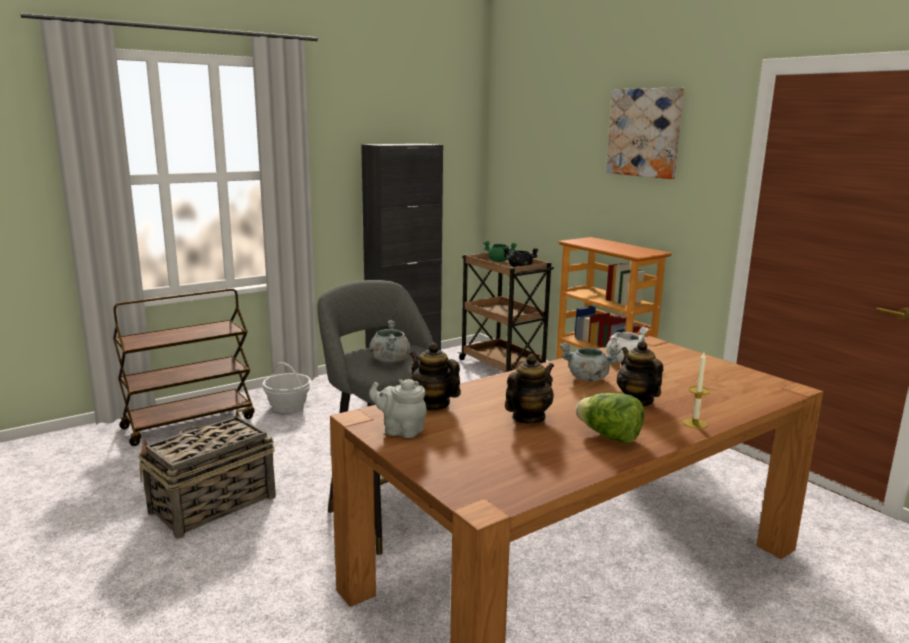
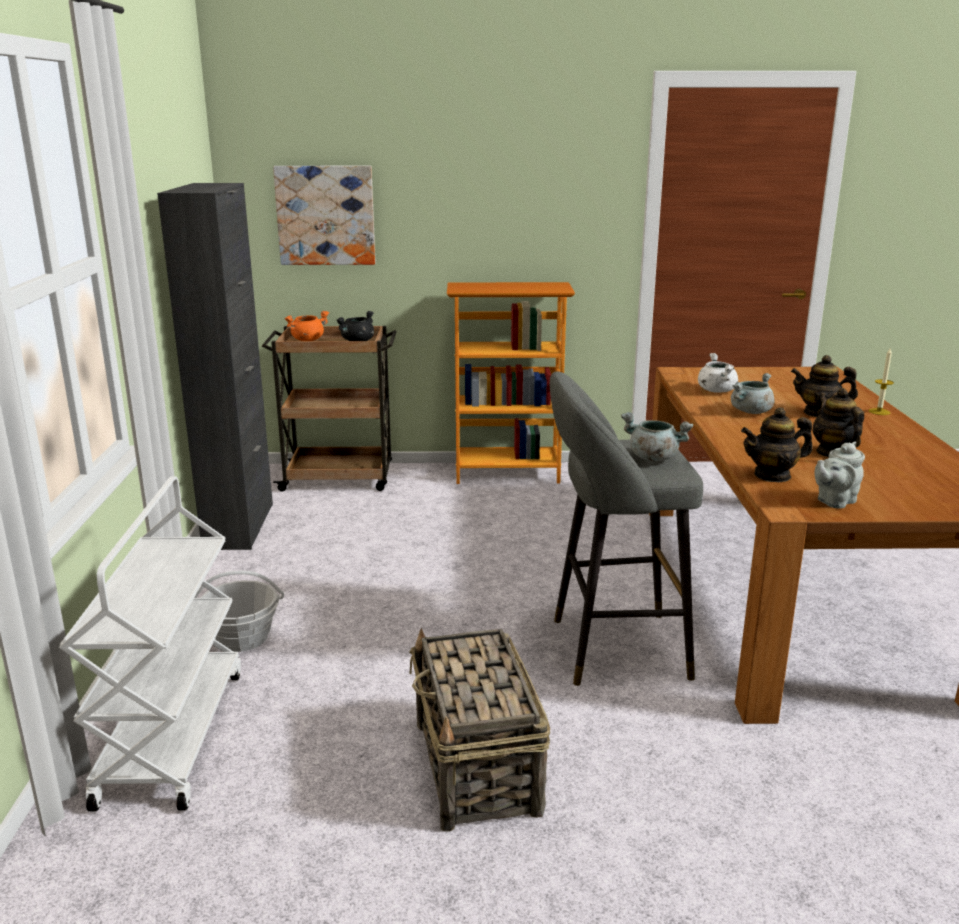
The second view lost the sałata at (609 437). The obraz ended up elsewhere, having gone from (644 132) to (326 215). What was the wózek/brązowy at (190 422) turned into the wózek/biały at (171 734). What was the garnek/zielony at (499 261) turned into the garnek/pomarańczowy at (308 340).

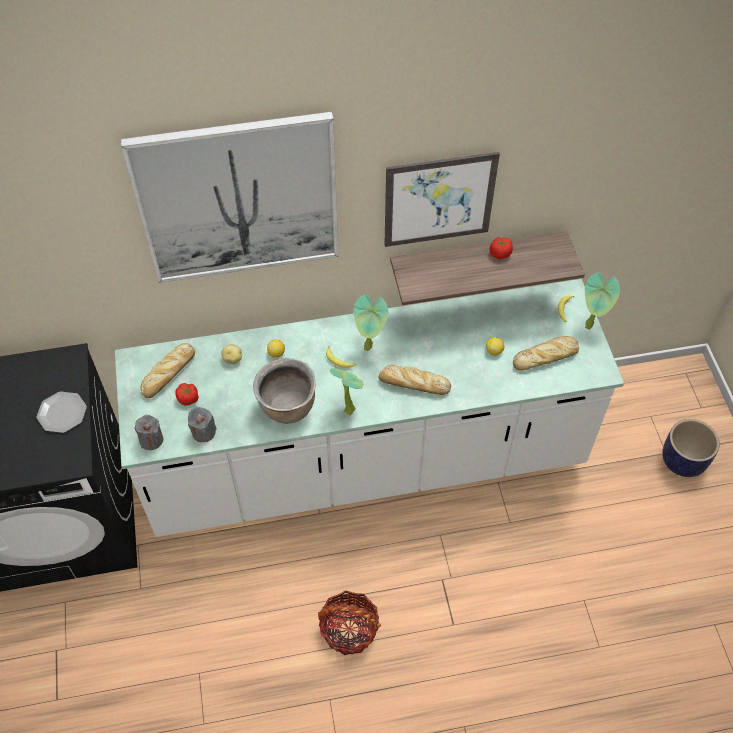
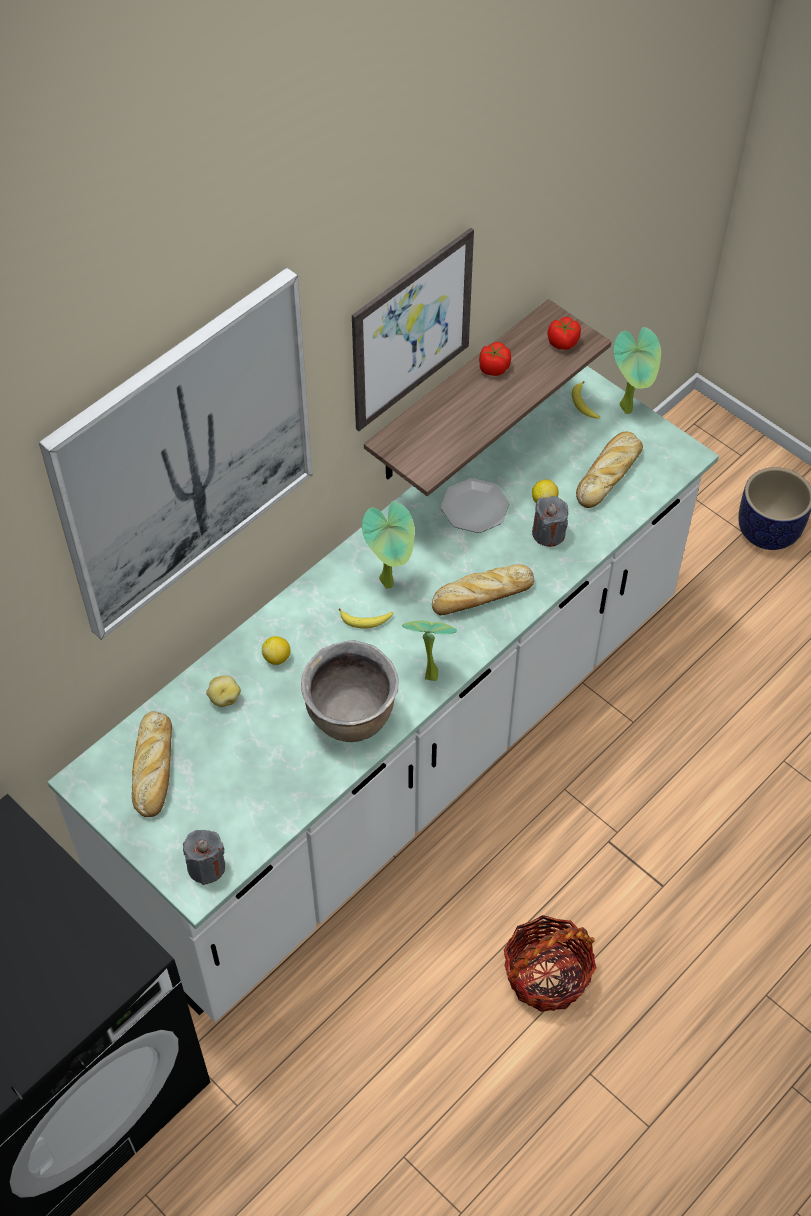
The talerz ended up elsewhere, having gone from (62 413) to (475 507). The pomidor ended up elsewhere, having gone from (188 399) to (563 342). The świeca/szary ended up elsewhere, having gone from (203 432) to (548 533).

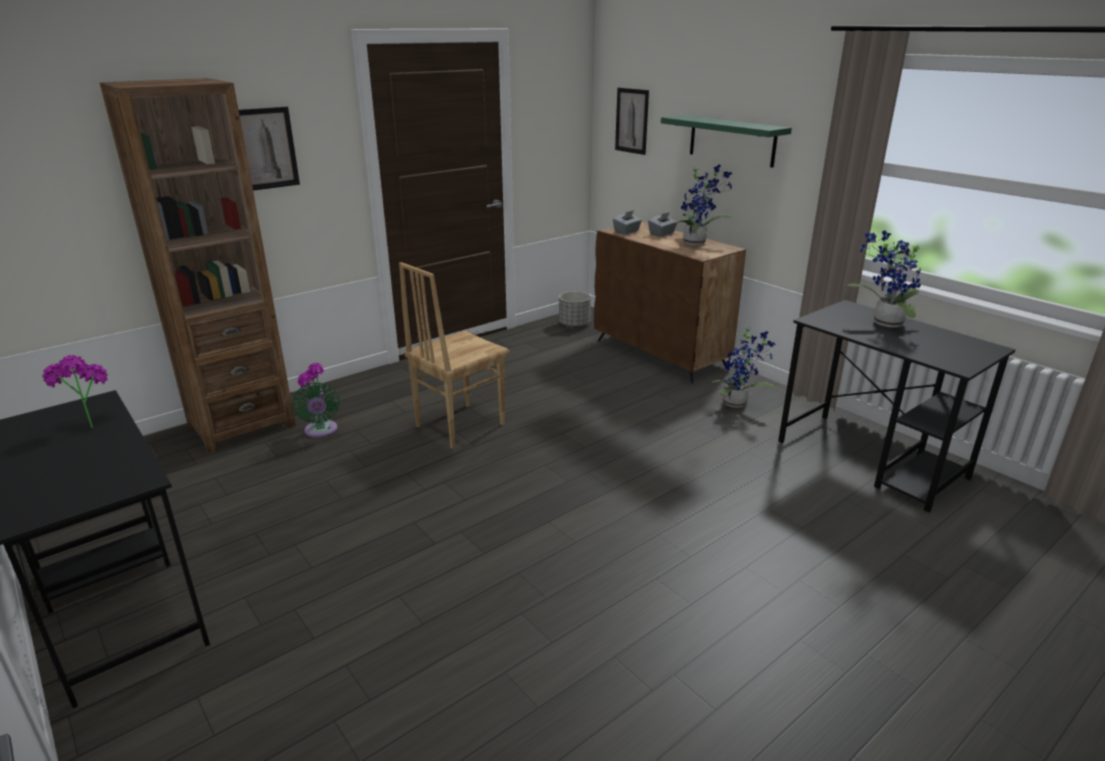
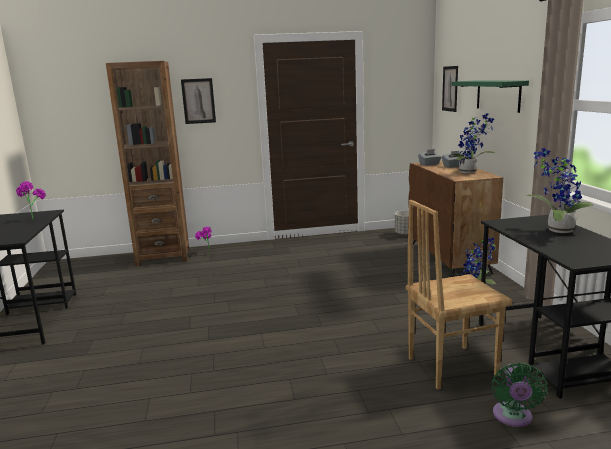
The wentylator/zielony ended up elsewhere, having gone from (321 431) to (513 417). The krzesło/brązowy ended up elsewhere, having gone from (459 425) to (450 366).

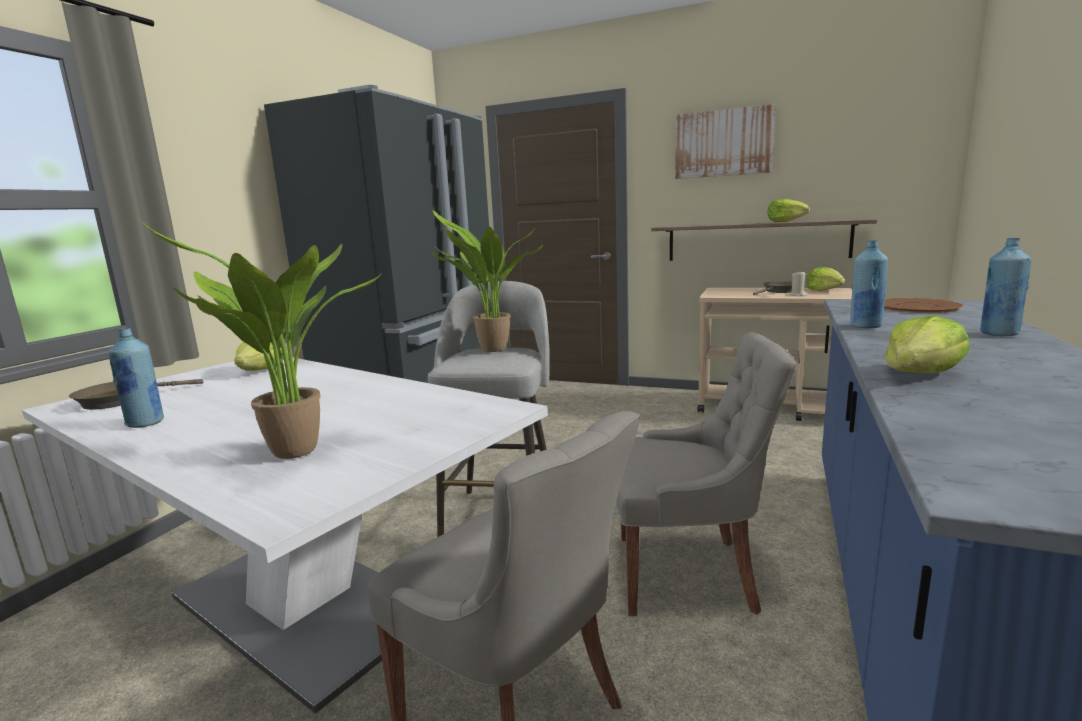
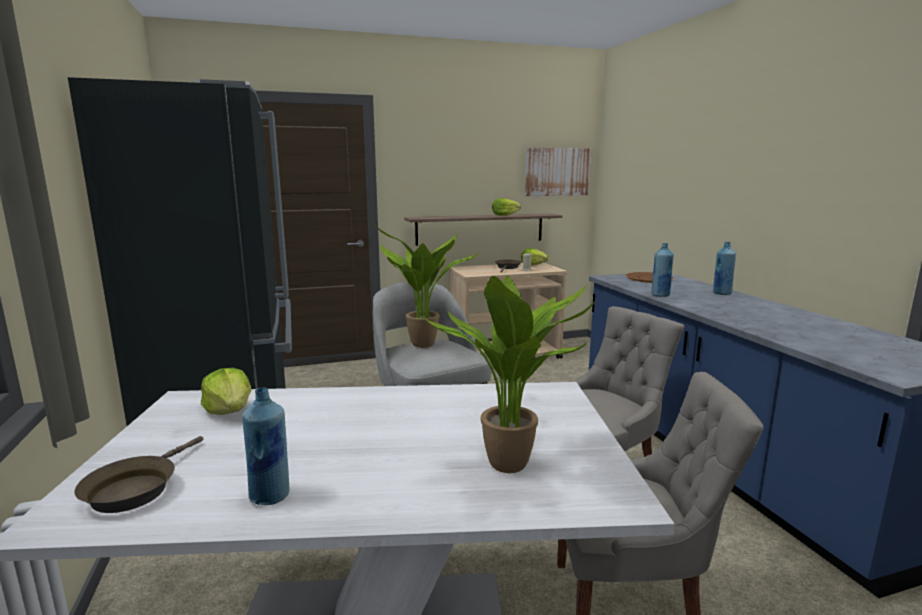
The second view lost the sałata at (920 374). The obraz ended up elsewhere, having gone from (723 143) to (557 172).

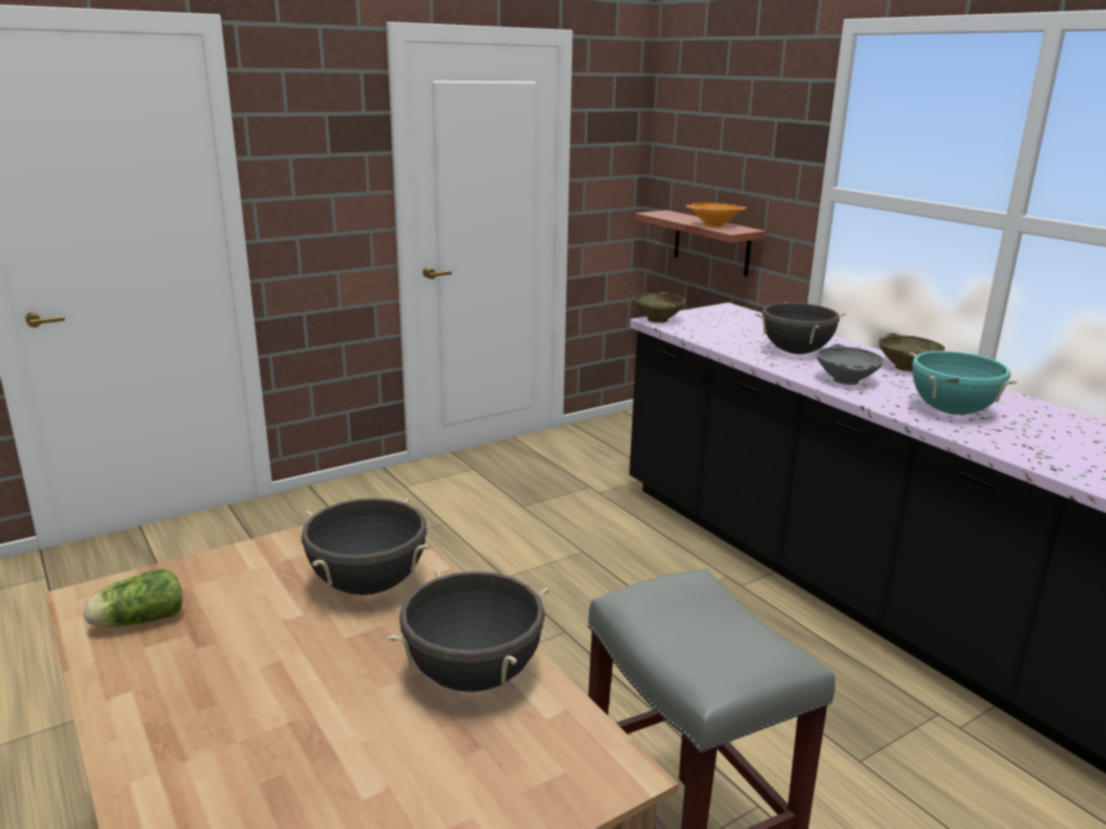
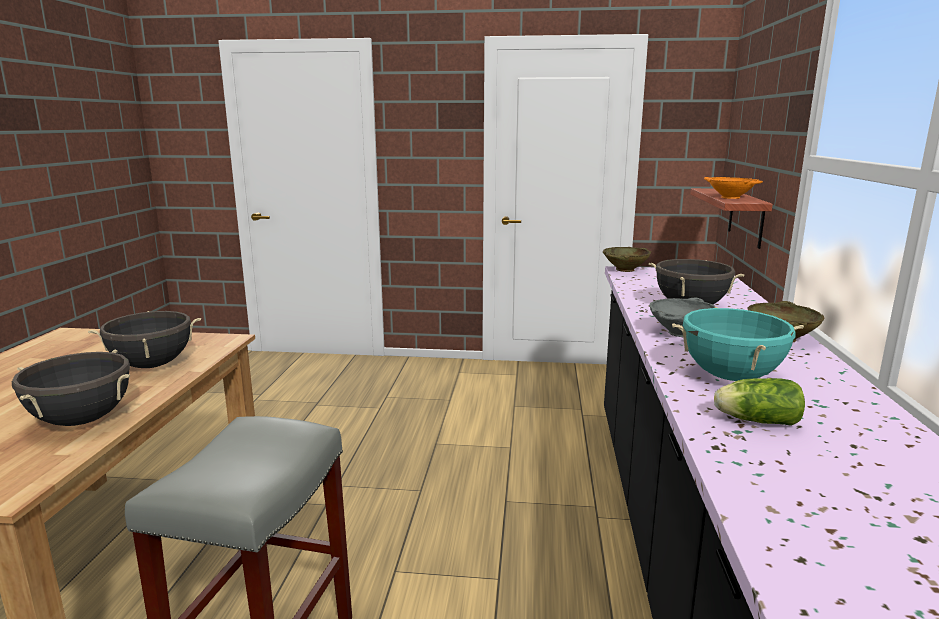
The sałata ended up elsewhere, having gone from (137 621) to (754 420).

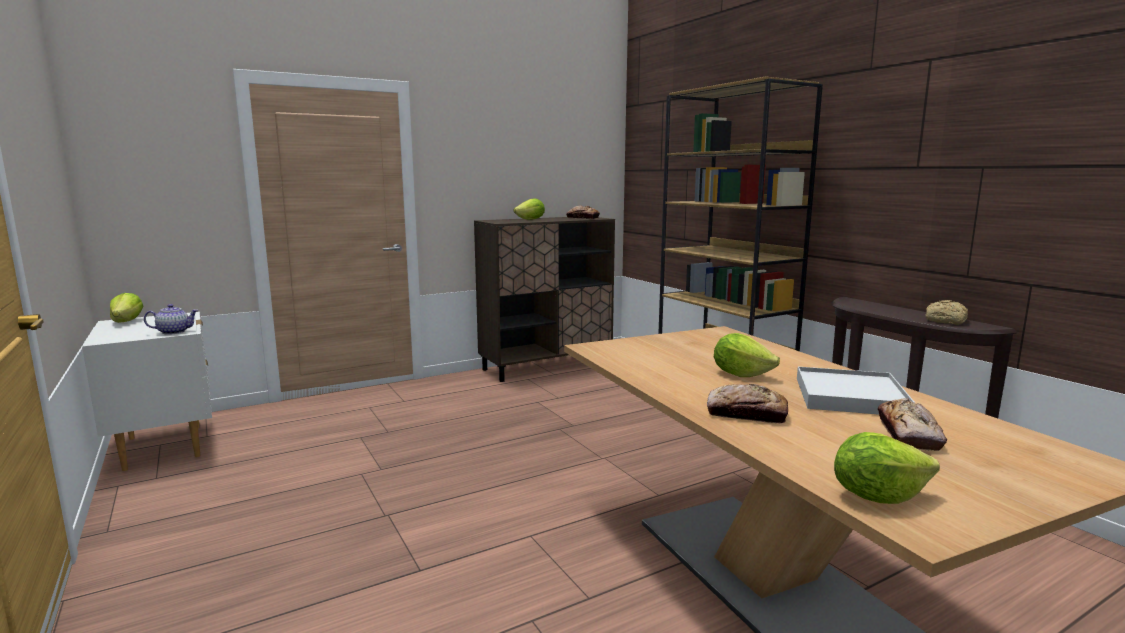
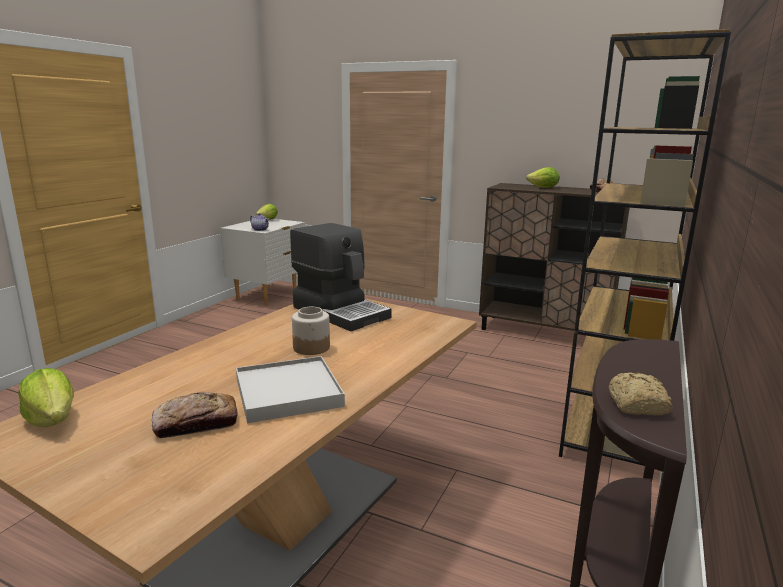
The second view lost the chleb at (746 414). The second view gained the ekspres do kawy at (341 312). Where the sałata stood at (741 374), the słoik came to stand at (312 347).

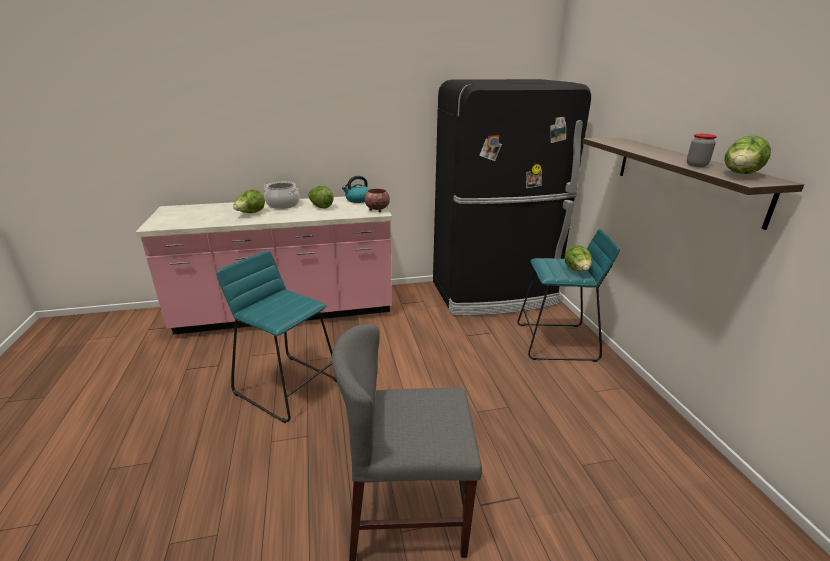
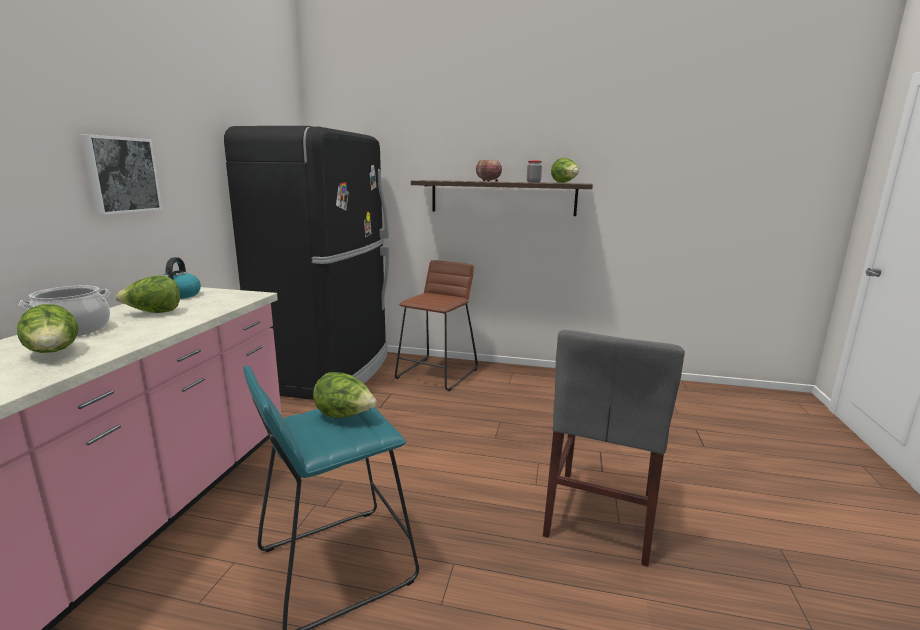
The second view gained the obraz at (121 175). The miska ended up elsewhere, having gone from (376 210) to (488 181). The sałata ended up elsewhere, having gone from (577 271) to (345 416). What was the stołek/turkusowy at (556 342) turned into the stołek/brązowy at (437 374).

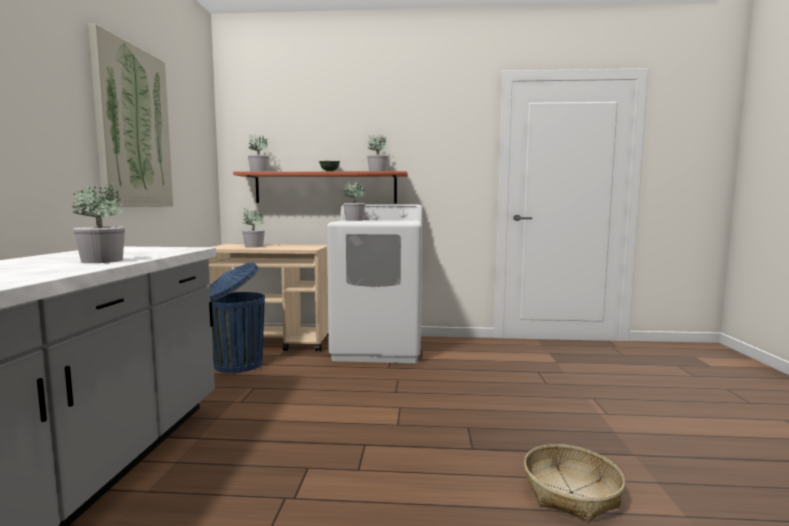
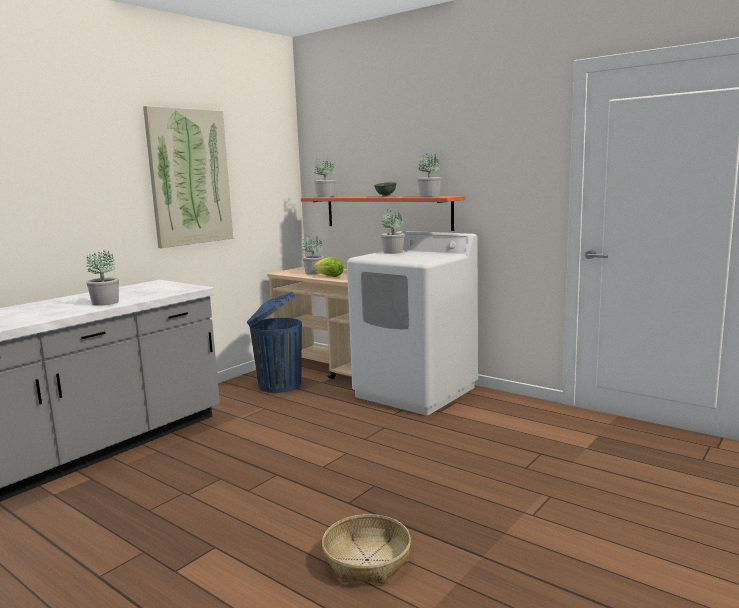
The second view gained the sałata at (329 276).

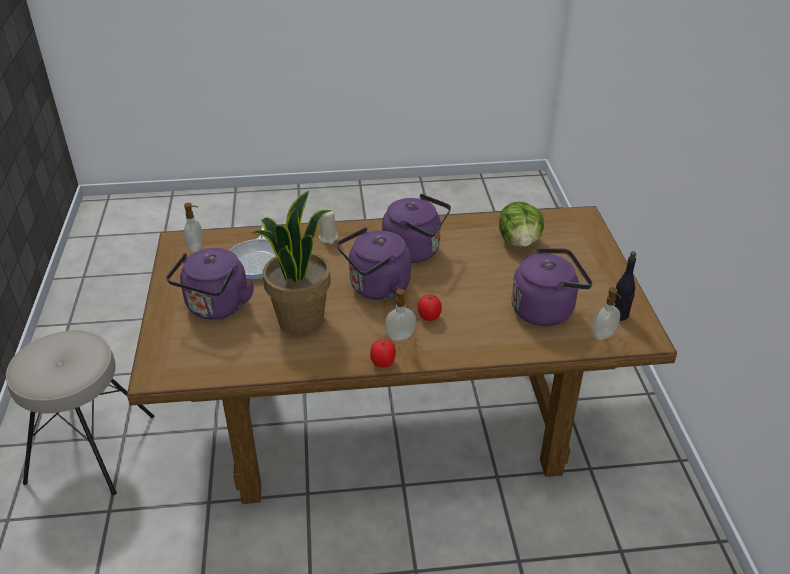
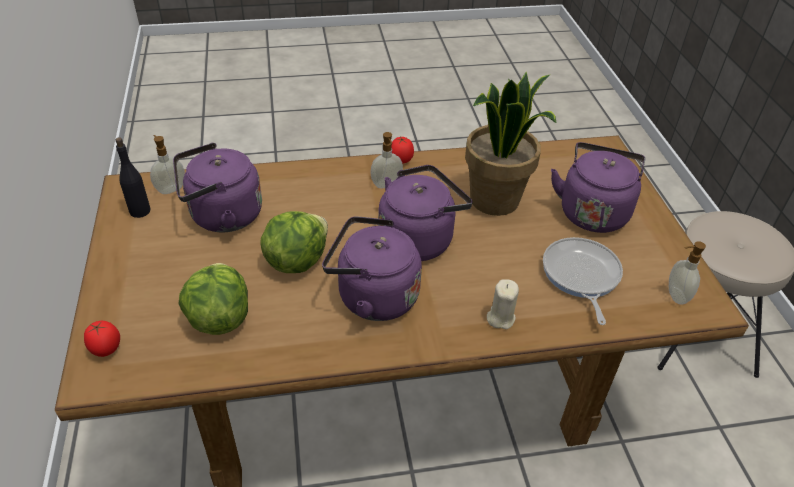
The second view gained the sałata at (296 260). The pomidor ended up elsewhere, having gone from (429 316) to (106 350).

